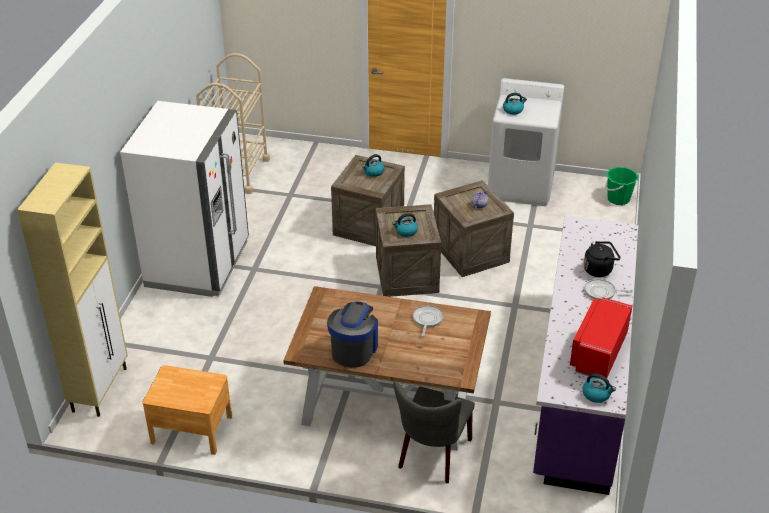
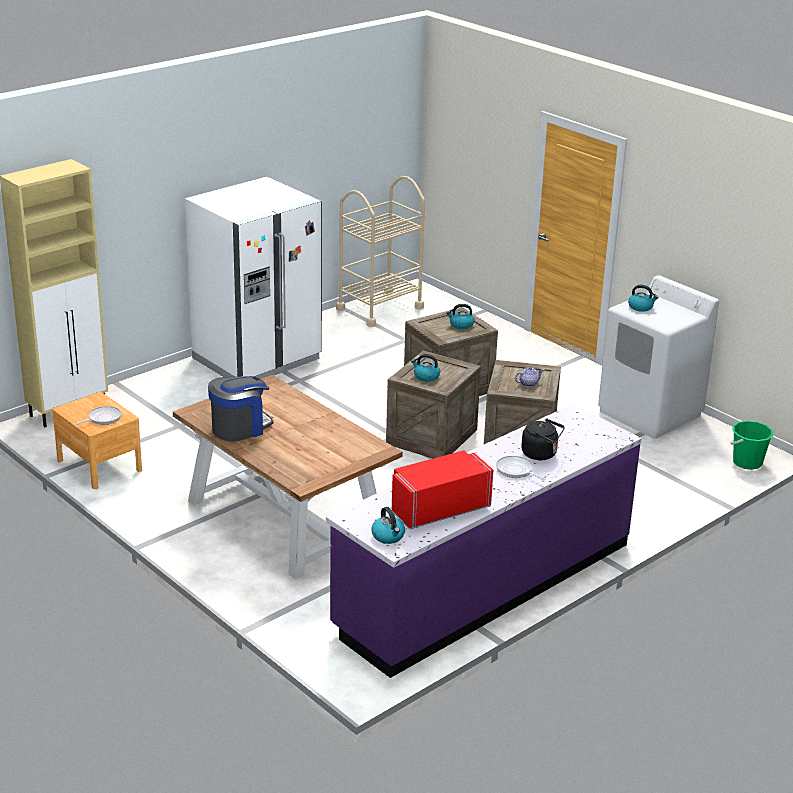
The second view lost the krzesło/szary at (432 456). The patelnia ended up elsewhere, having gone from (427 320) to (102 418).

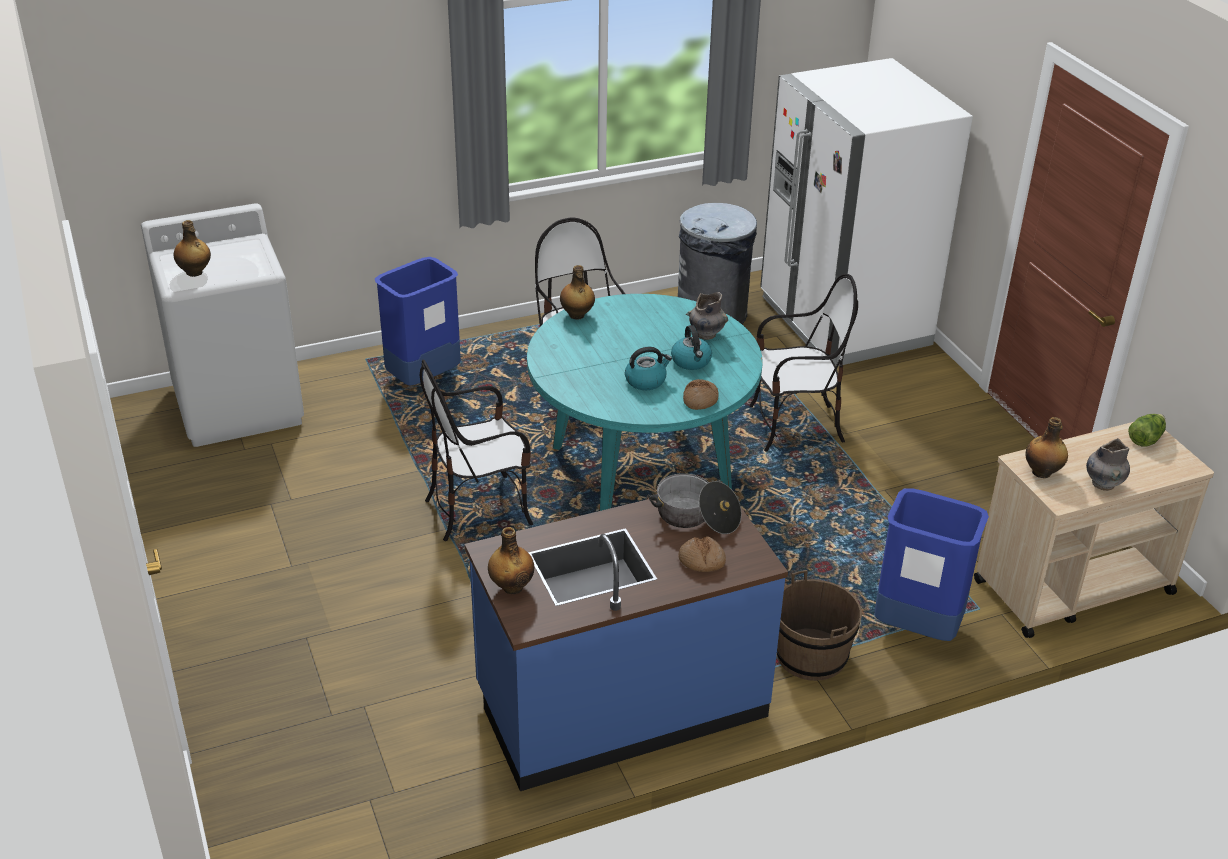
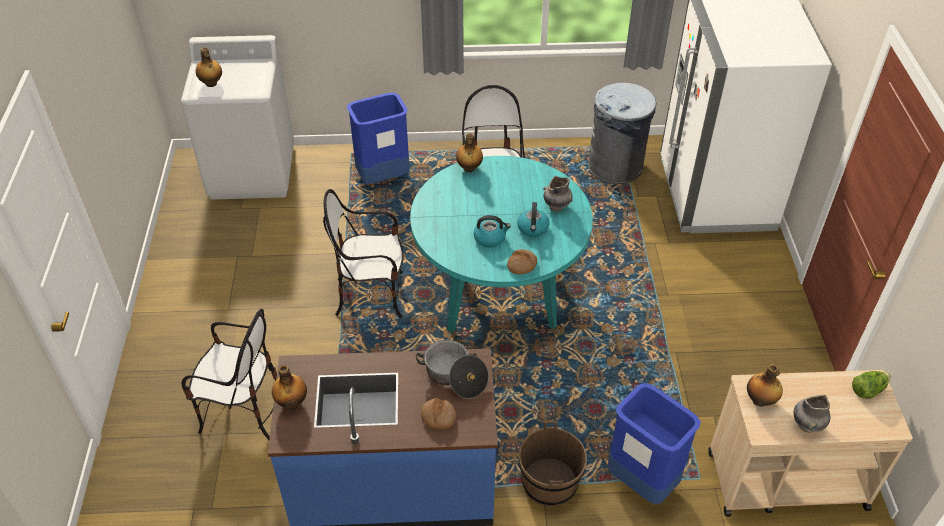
The krzesło ended up elsewhere, having gone from (794 427) to (244 411).

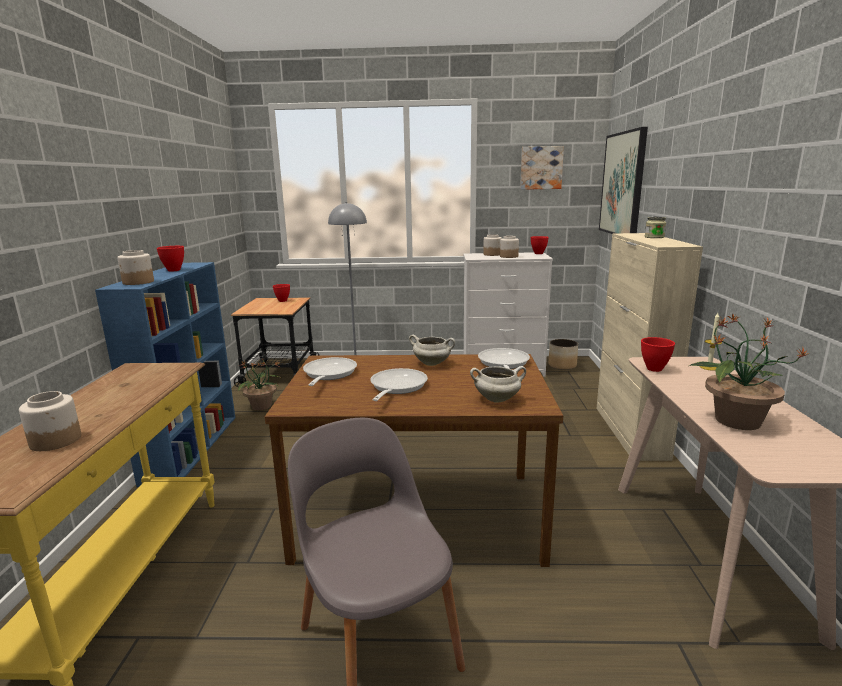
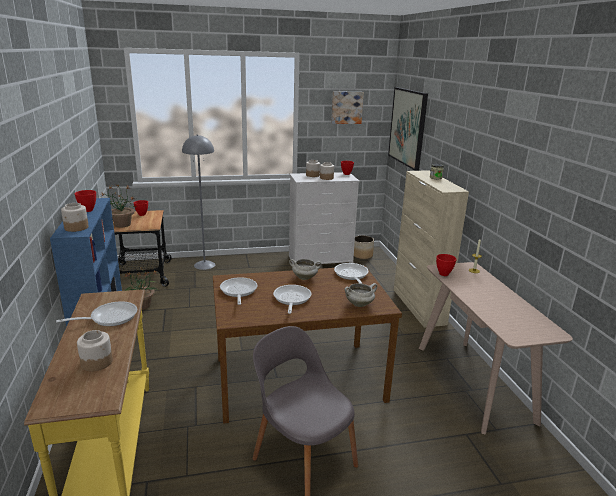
The second view gained the patelnia at (109 317). The roślina doniczkowa ended up elsewhere, having gone from (735 420) to (122 224).

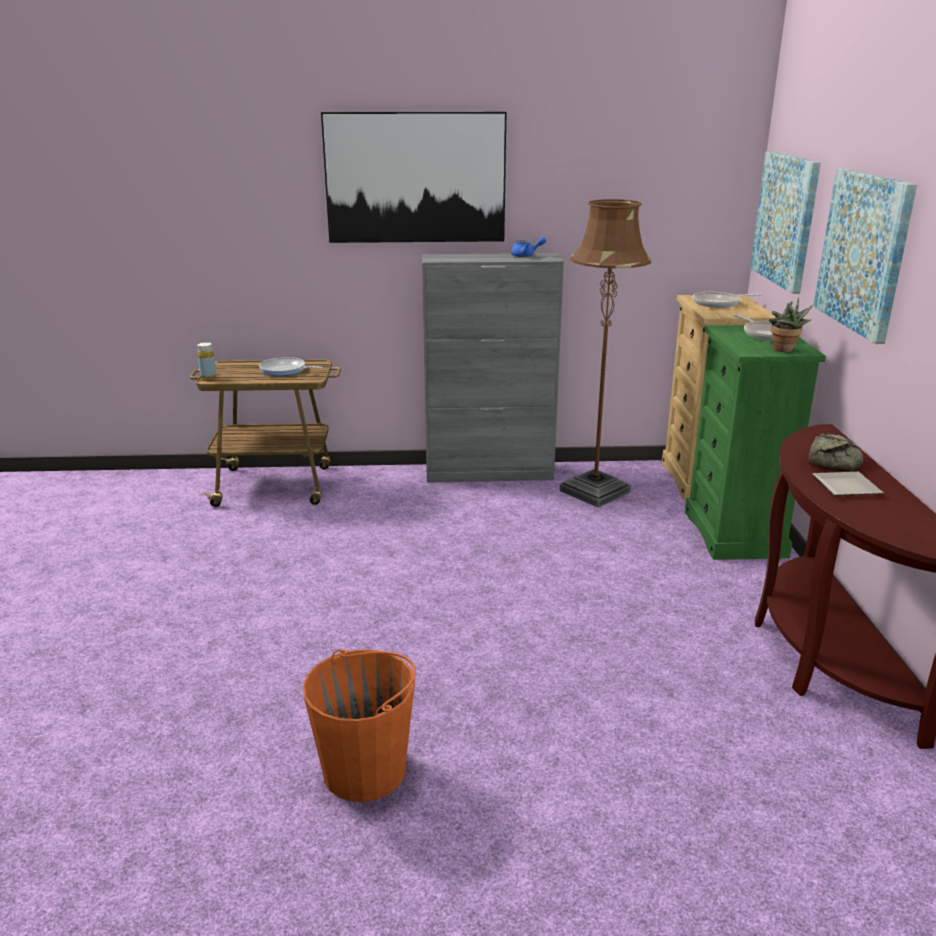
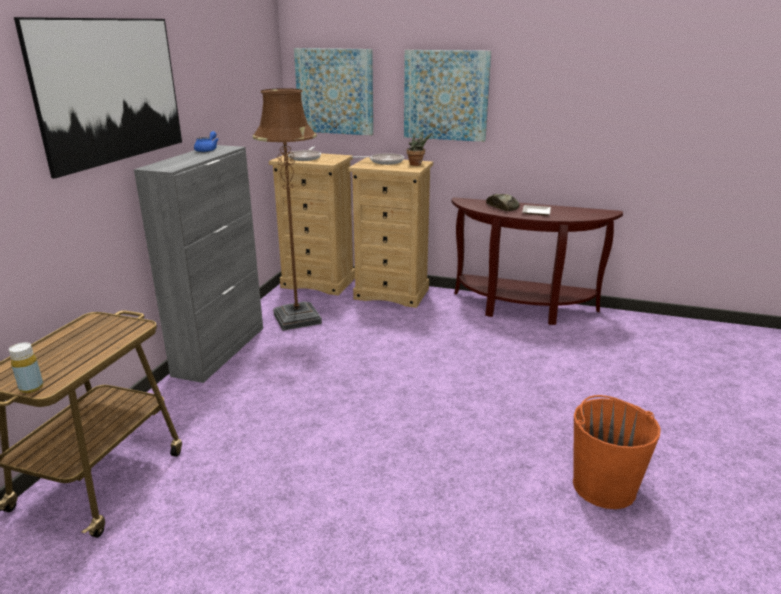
The second view lost the patelnia at (285 370). What was the komoda/zielony at (735 534) turned into the komoda/beżowy at (392 293).

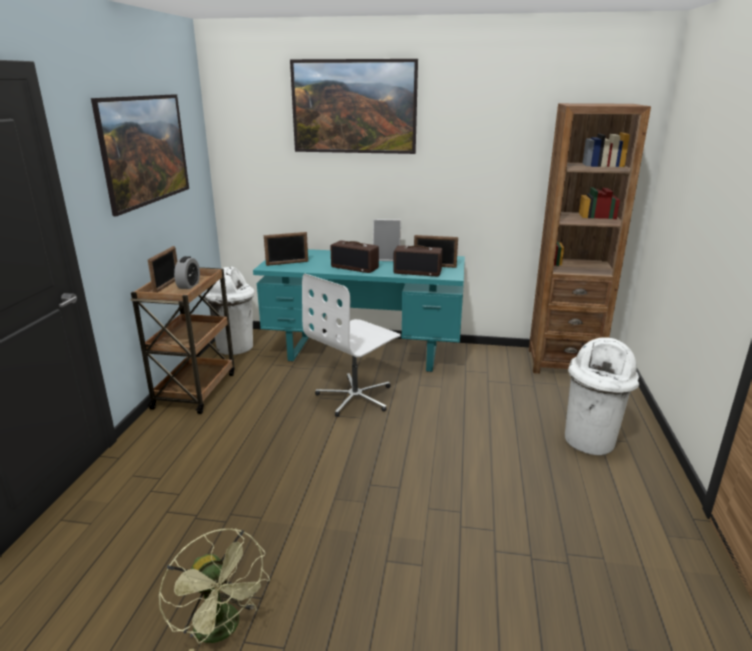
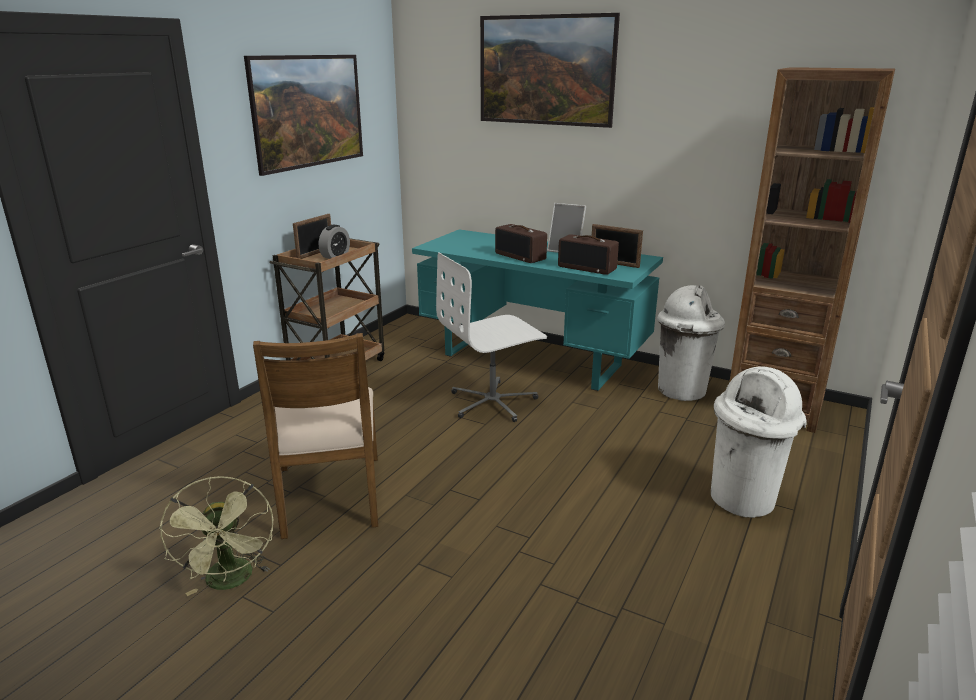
The second view lost the ramka na zdjęcie at (287 263). The second view gained the krzesło/brązowy at (330 495). The kosz na śmieci/biały ended up elsewhere, having gone from (235 347) to (682 390).

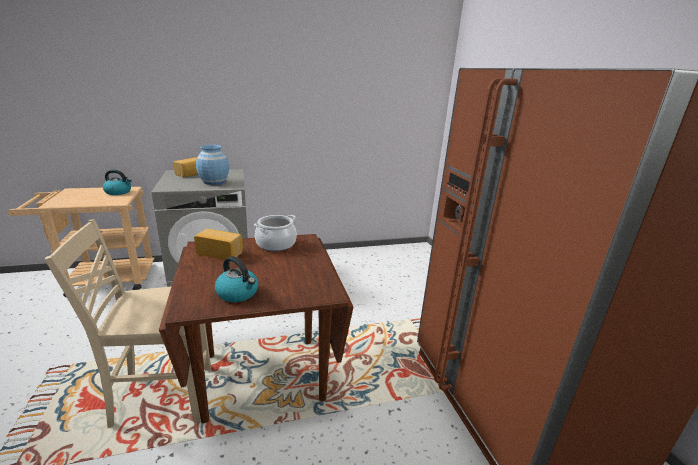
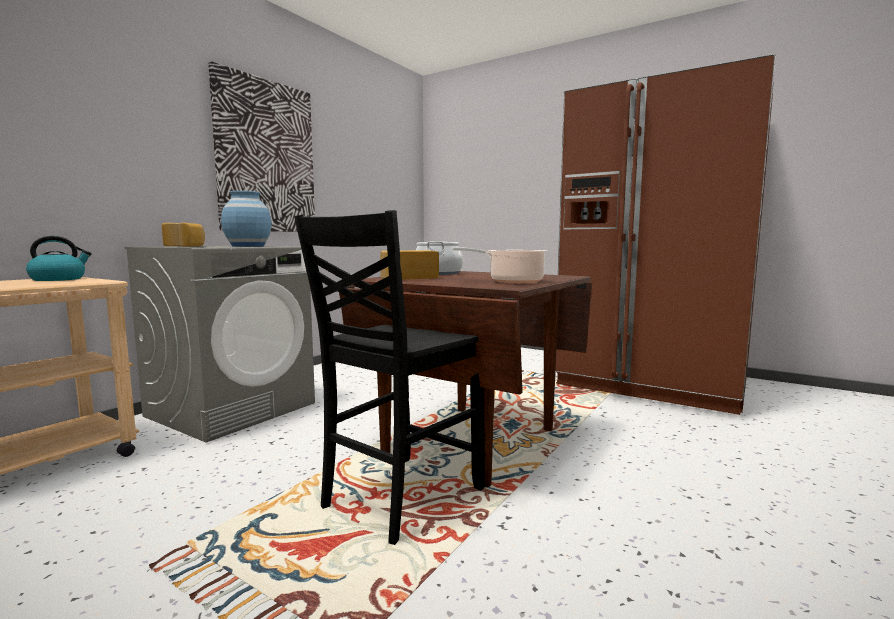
The second view gained the obraz at (266 157). Where the czajnik stood at (238 293), the garnek came to stand at (512 281). What was the krzesło/beżowy at (161 396) turned into the krzesło/czarny at (399 498).

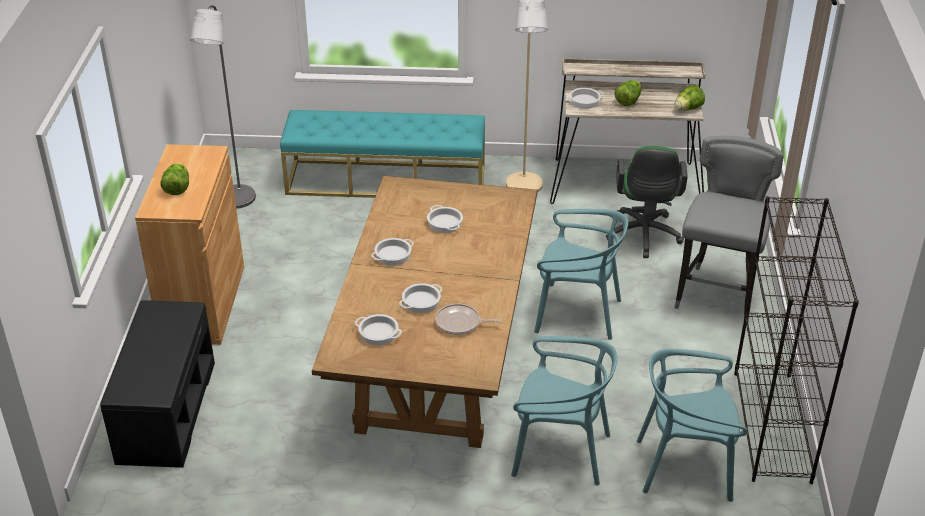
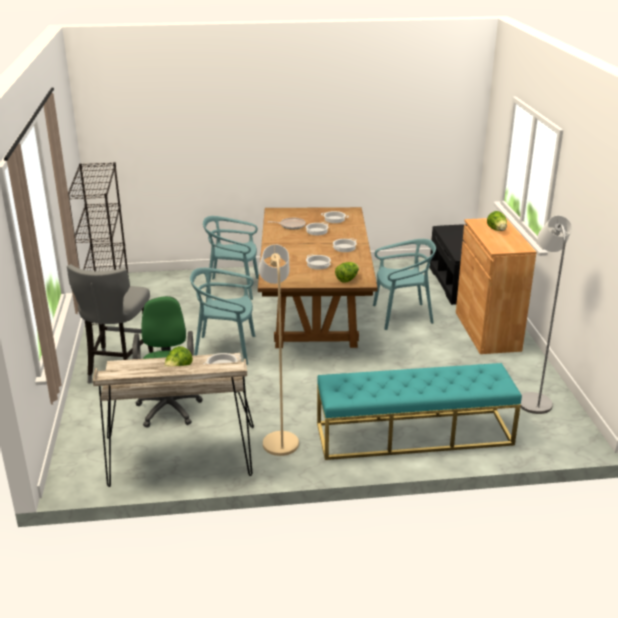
The krzesło/turkusowy ended up elsewhere, having gone from (685 467) to (402 315). The sałata ended up elsewhere, having gone from (688 109) to (347 279).

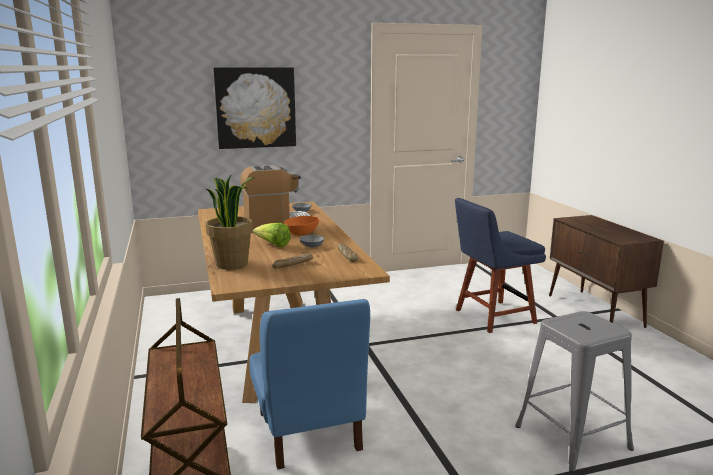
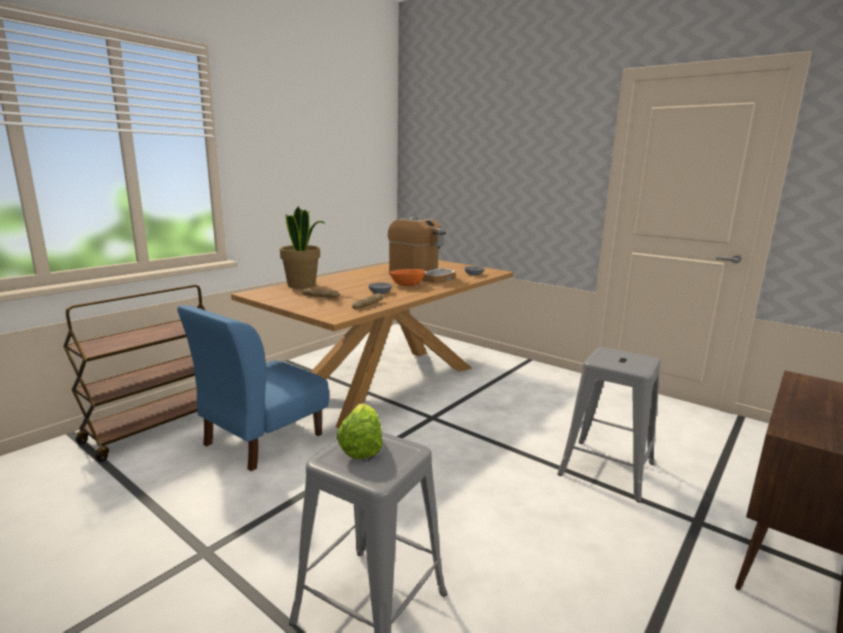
The second view lost the obraz at (255 107). The sałata ended up elsewhere, having gone from (273 245) to (361 447). Where the krzesło/niebieski stood at (491 317), the stołek/szary came to stand at (607 469).

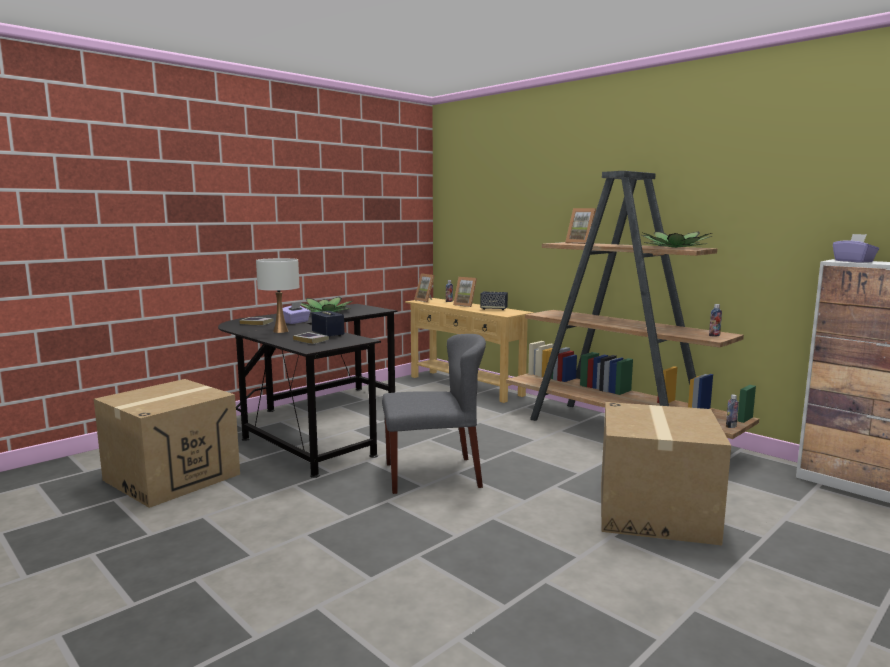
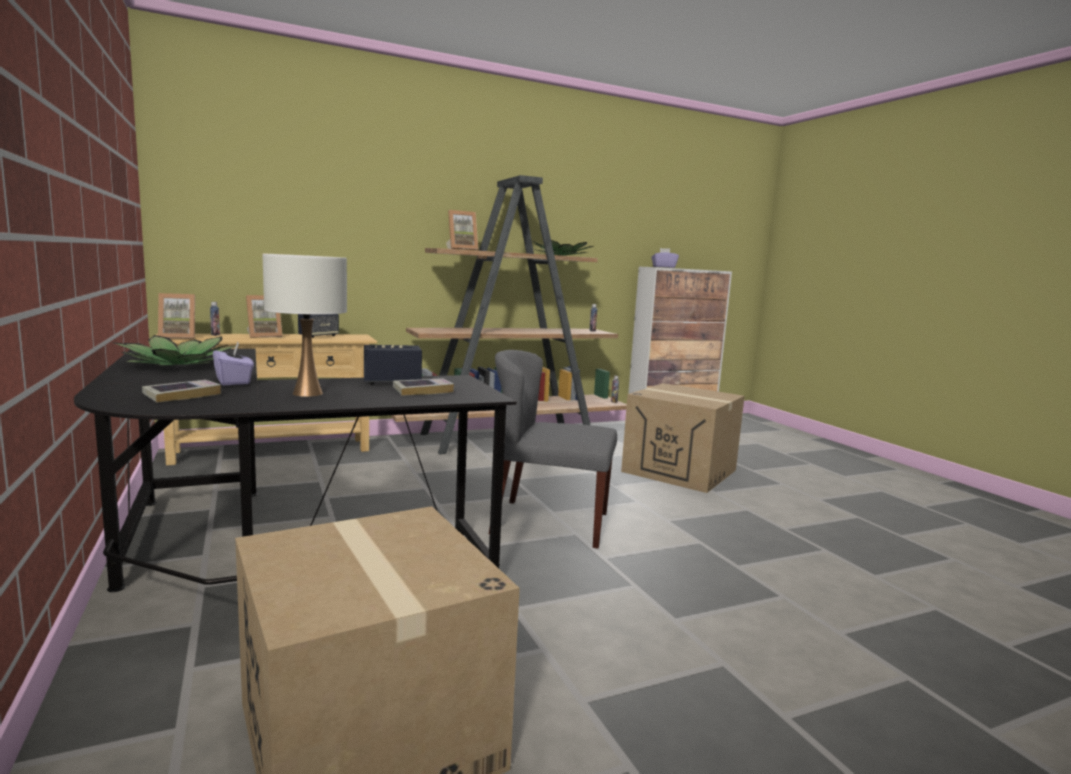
The krzesło/szary at (433 475) ended up facing another way, 90 degrees counterclockwise from before.

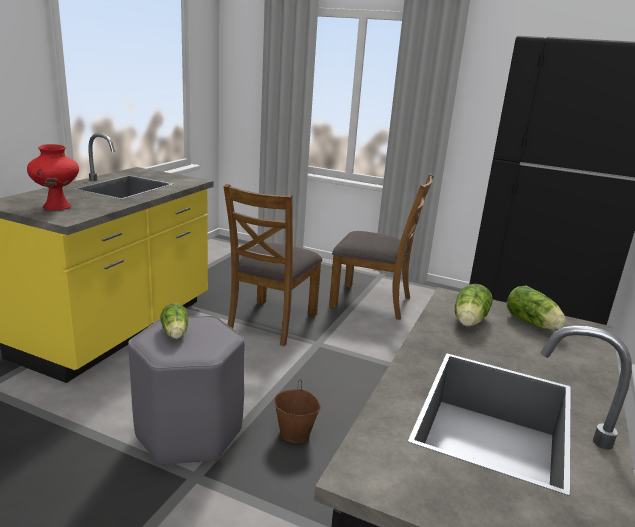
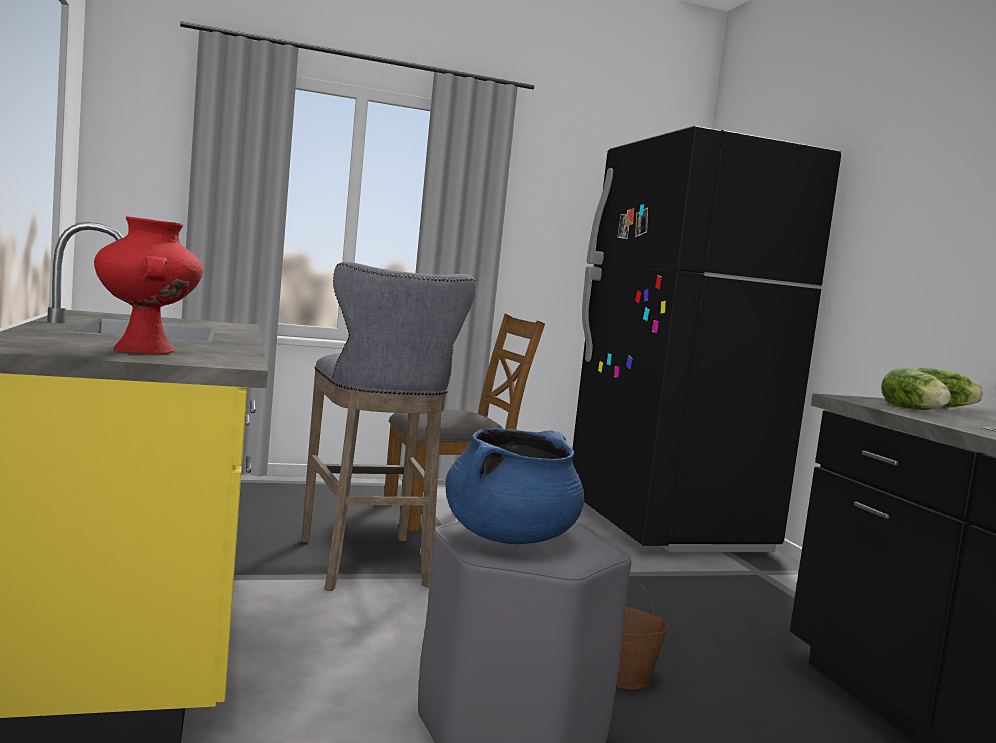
Where the sałata stood at (175 334), the garnek/niebieski came to stand at (510 537). Where the krzesło/brązowy stood at (271 322), the stołek/szary came to stand at (368 565).

